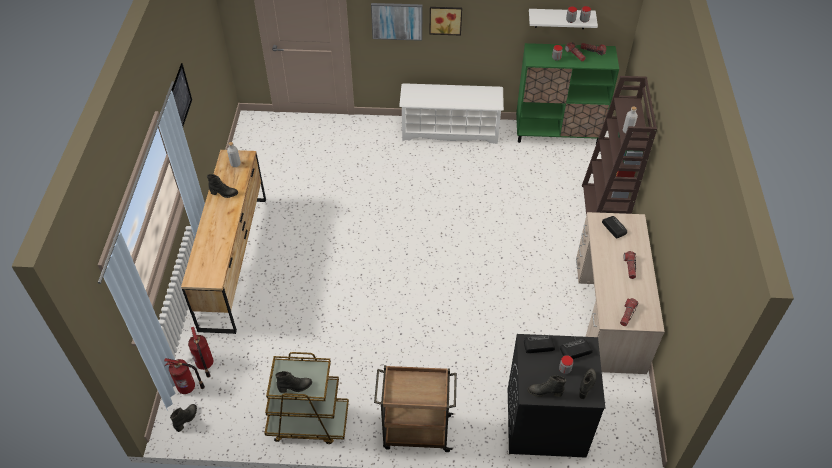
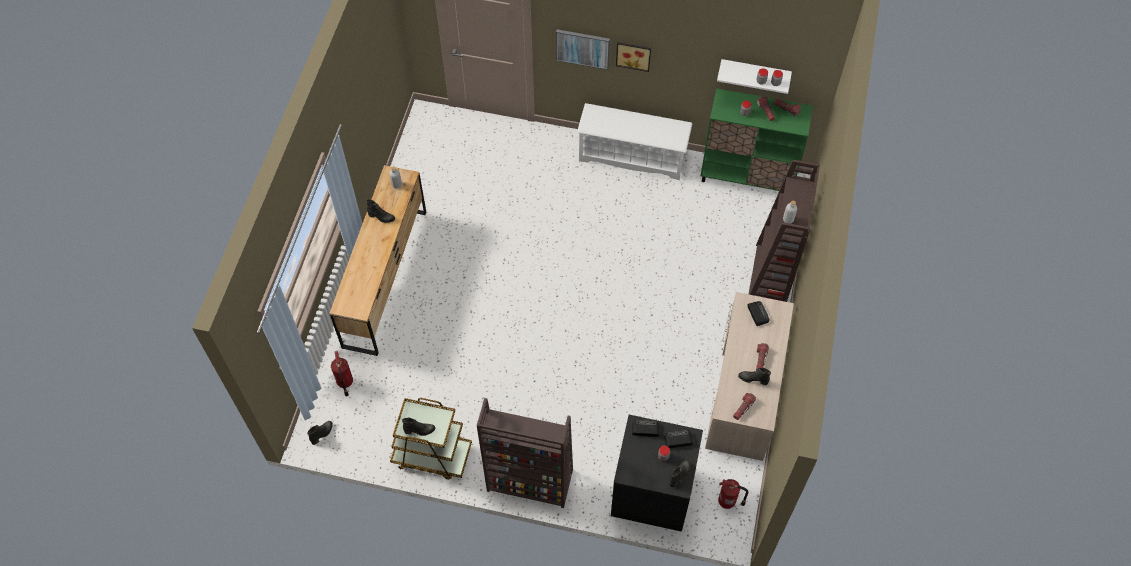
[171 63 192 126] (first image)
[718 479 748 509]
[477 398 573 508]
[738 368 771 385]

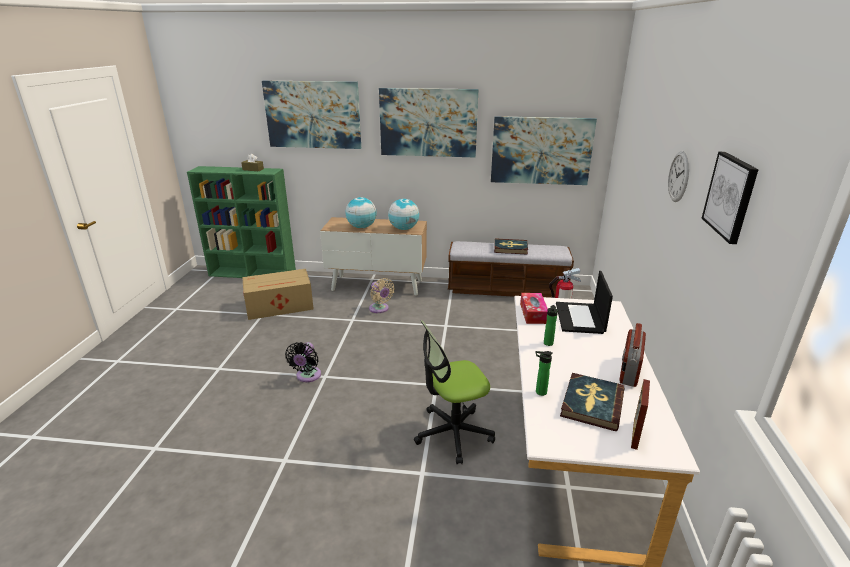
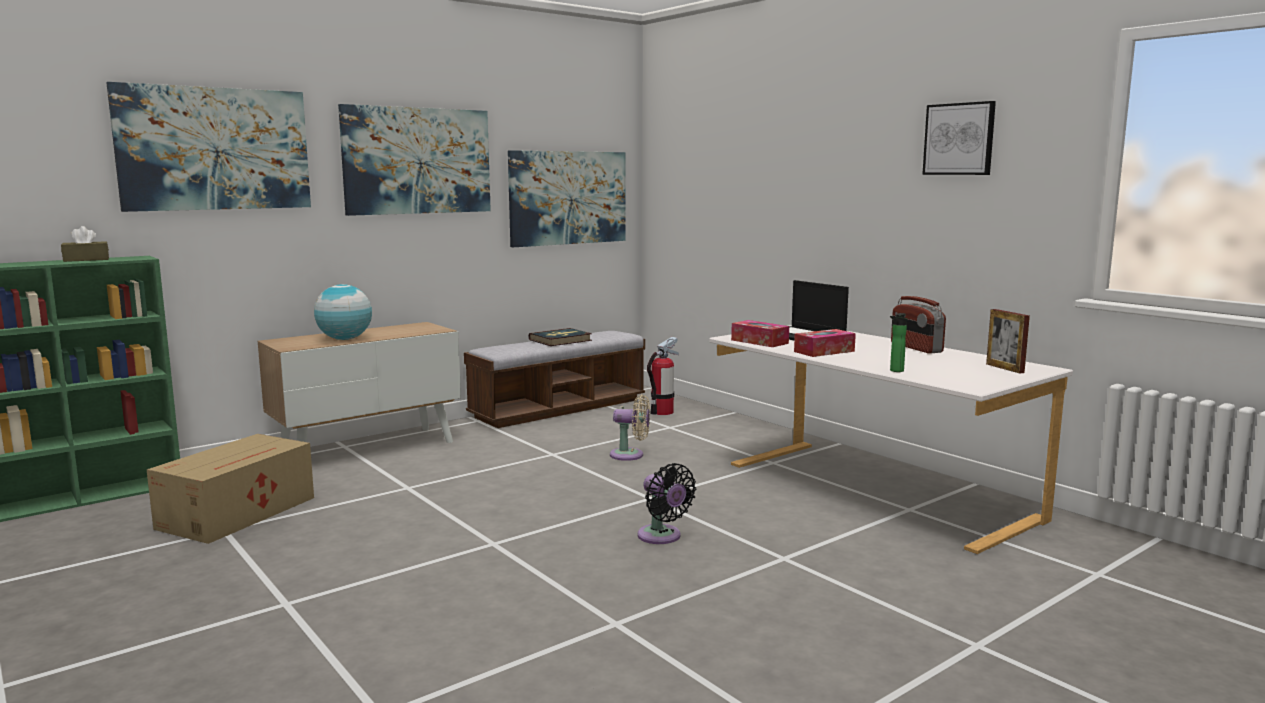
[668 151 689 202] (first image)
[388 199 419 230] (first image)
[610 394 650 461]
[794 329 856 357]
[414 320 495 464] (first image)
[638 463 696 544]
[560 373 624 431] (first image)

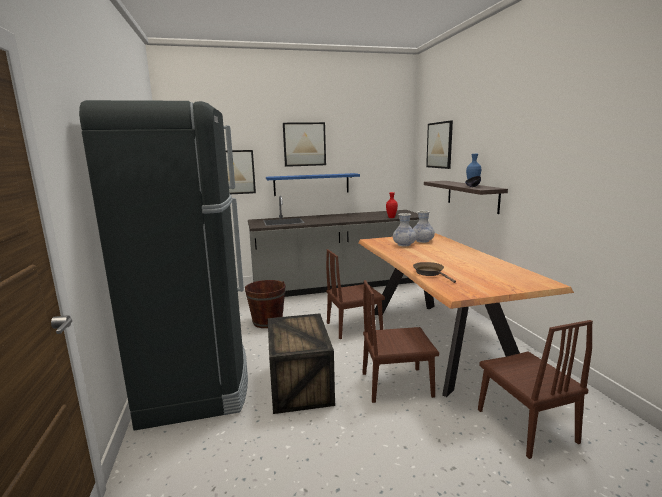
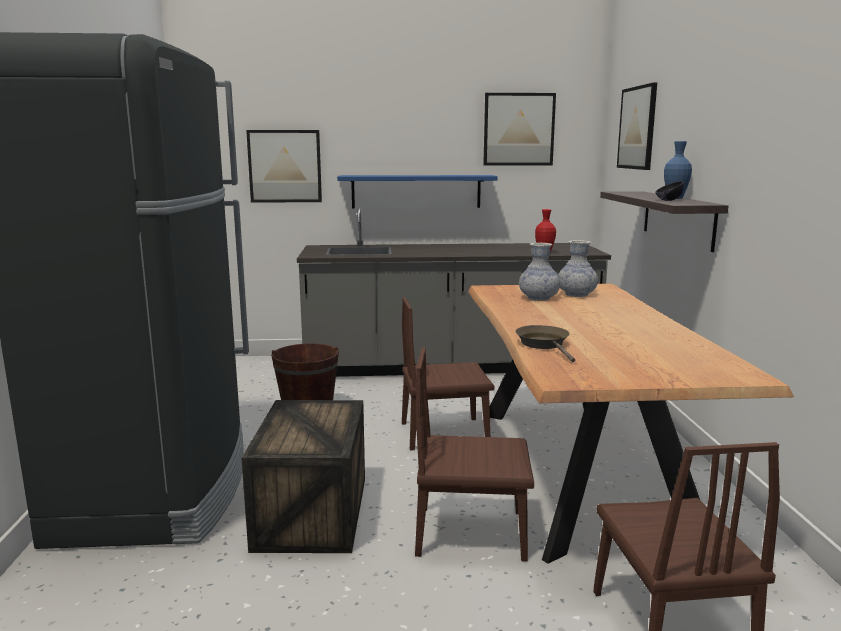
[483 93 556 166]

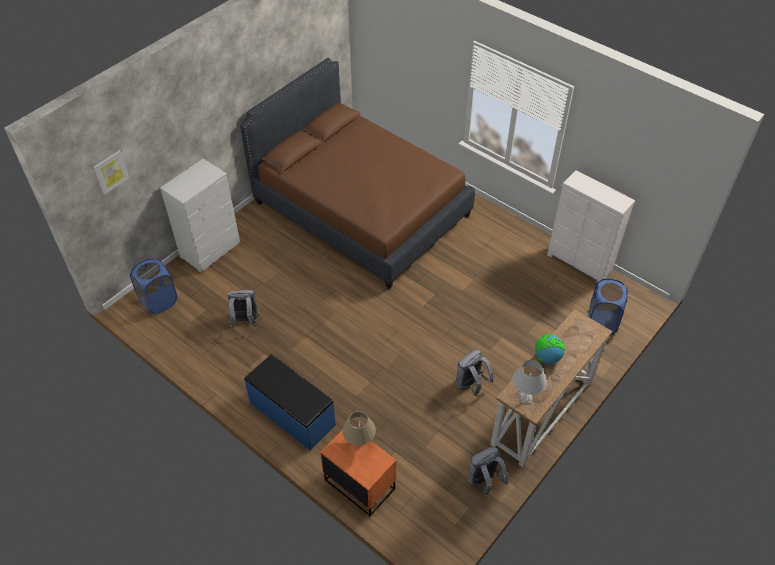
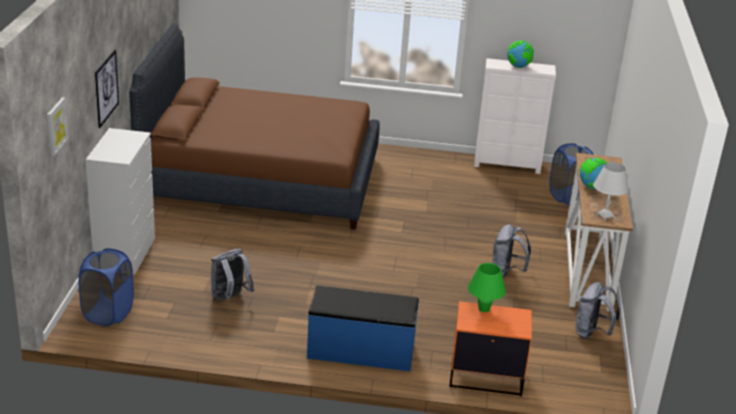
[468 263 506 312]
[507 41 534 68]
[95 49 119 128]

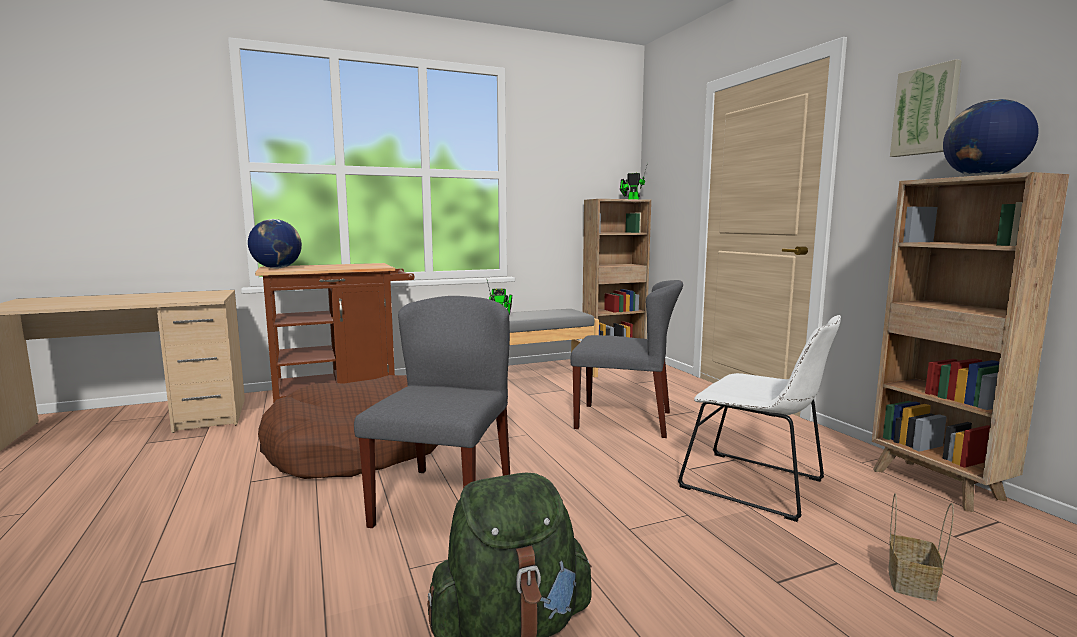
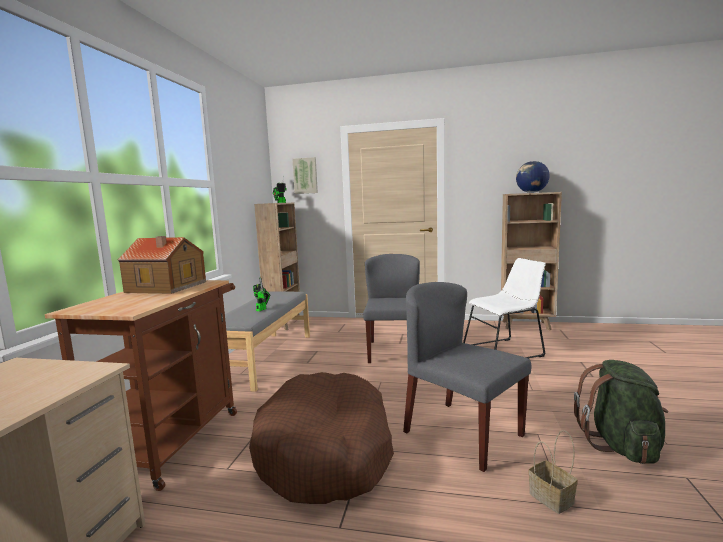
[292 157 318 194]
[248 219 302 269] (first image)
[363 254 420 363]
[528 430 578 514]
[118 236 206 294]

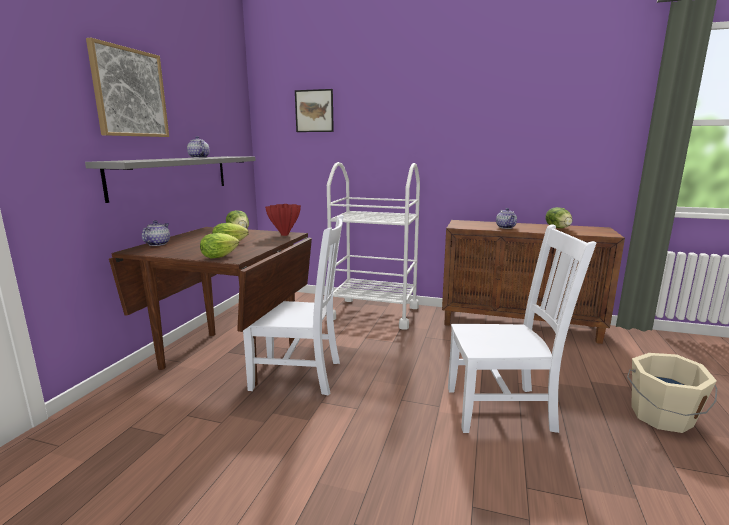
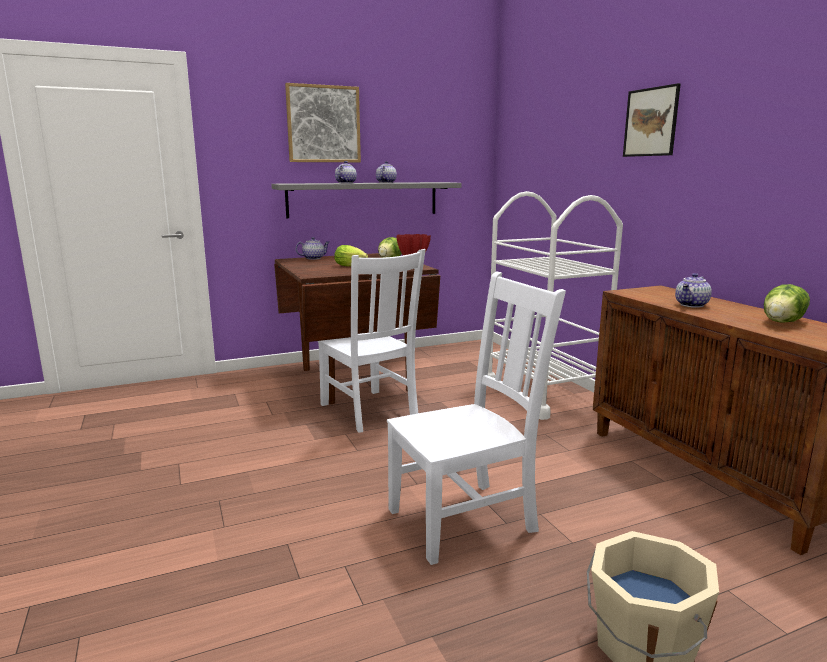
[623 83 681 157]
[387 271 566 565]
[200 233 239 258] (first image)
[335 161 357 183]

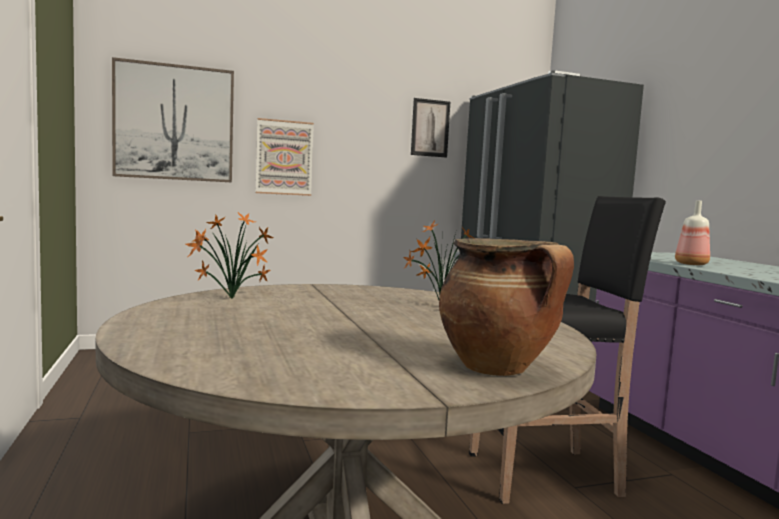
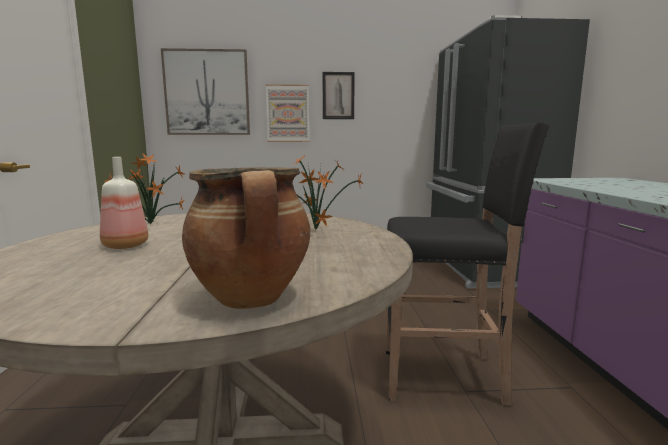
[323 72 355 119]
[100 157 148 249]

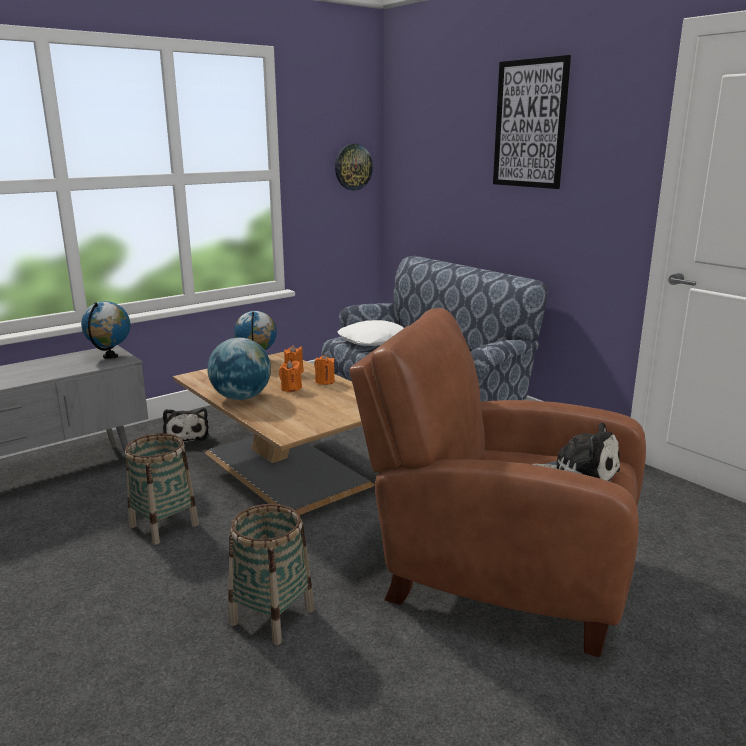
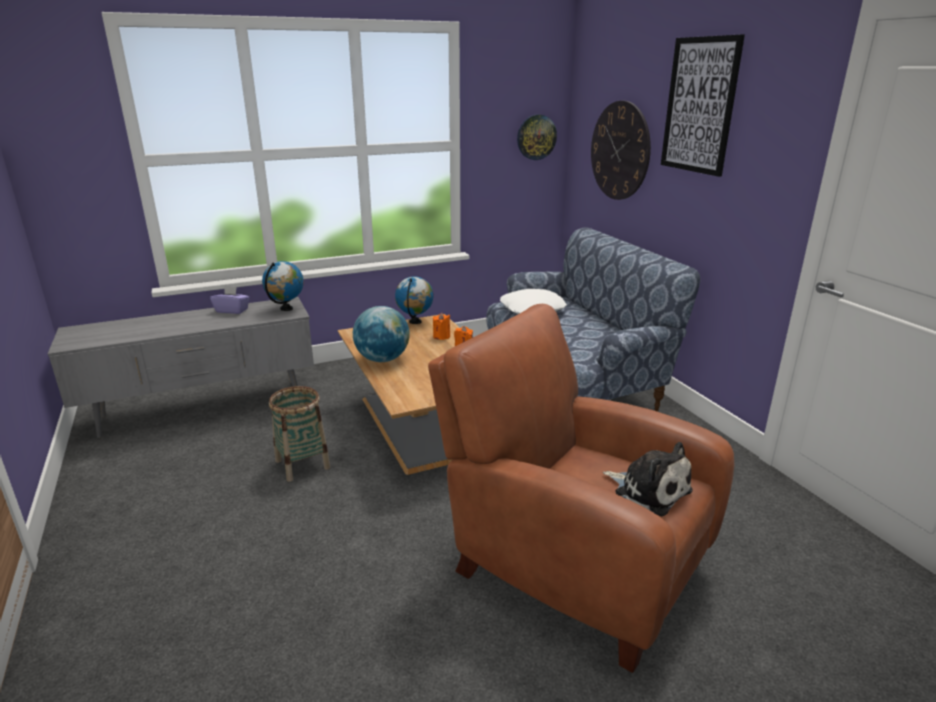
[279 360 302 392] (first image)
[163 408 209 442] (first image)
[228 504 314 645] (first image)
[591 101 651 200]
[210 285 250 314]

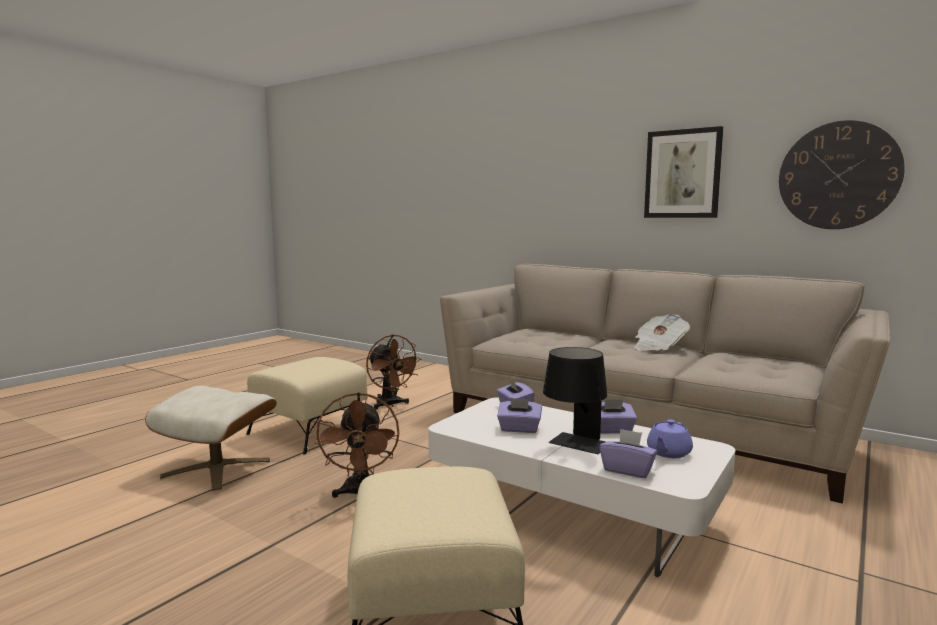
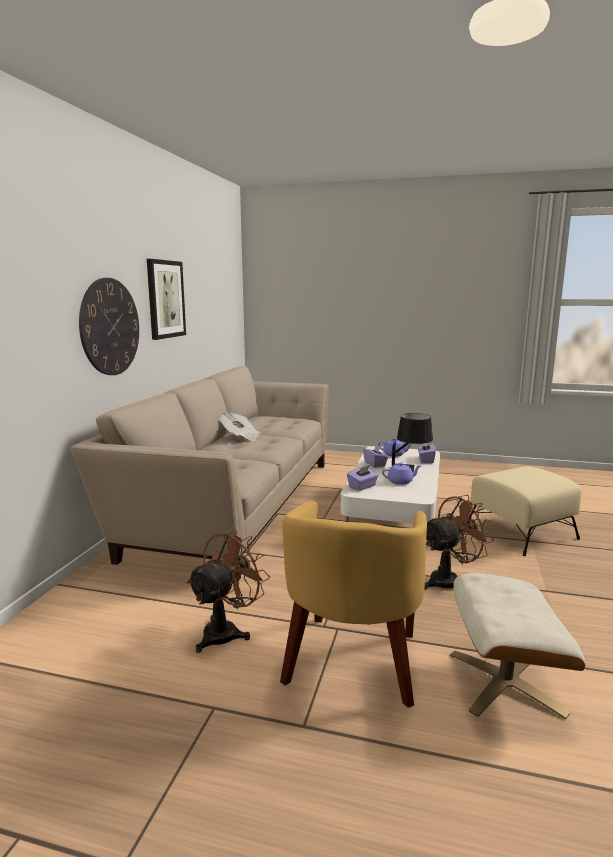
[79 278 139 375]
[280 500 427 708]
[382 462 421 485]

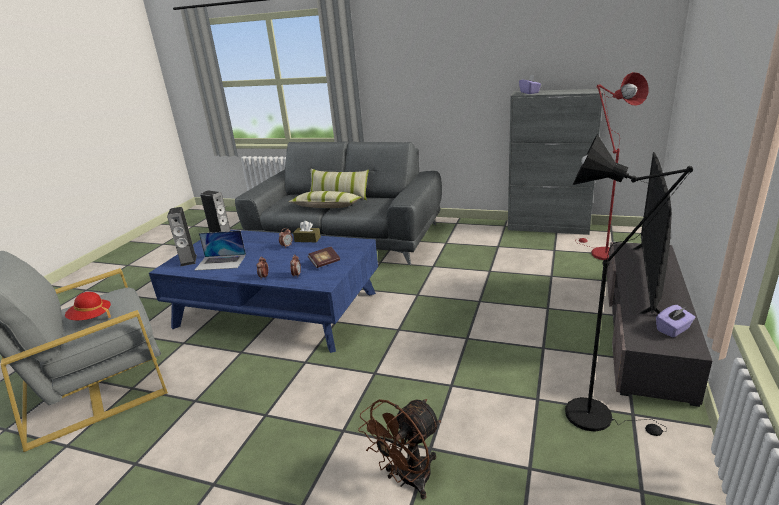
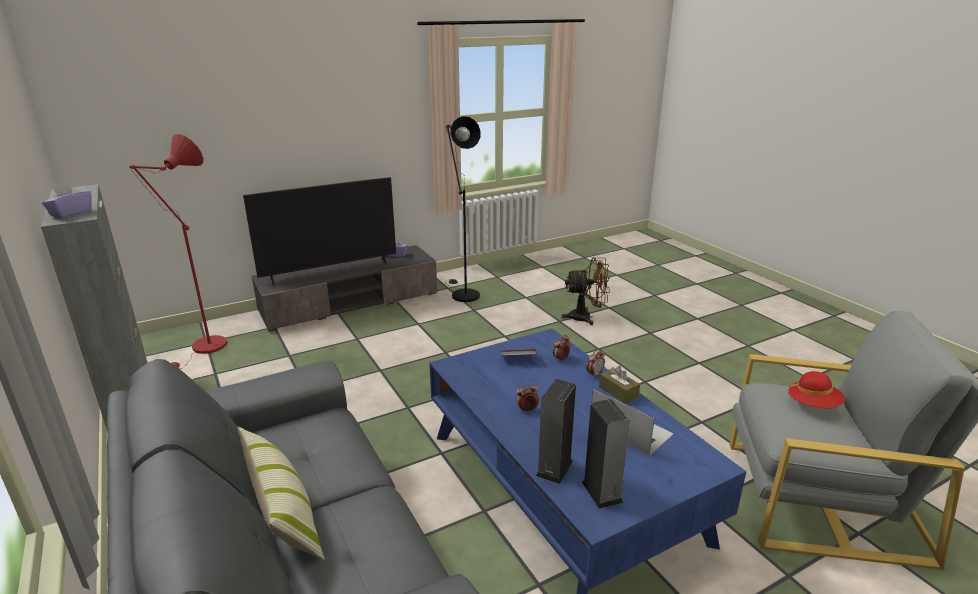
[289 191 362 208] (first image)
[536 379 576 484]
[599 366 640 404]

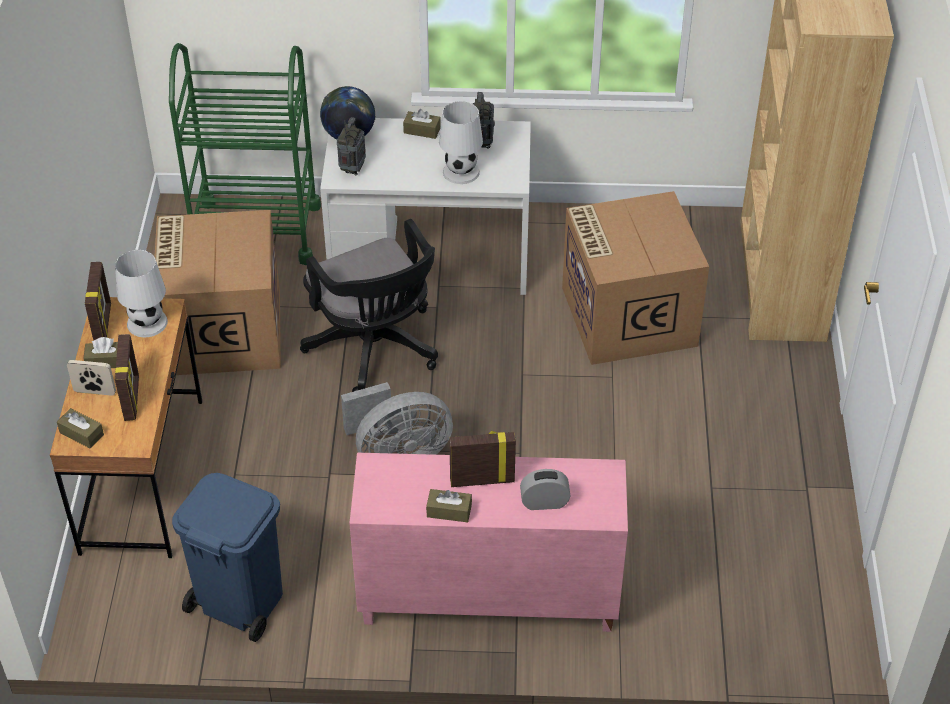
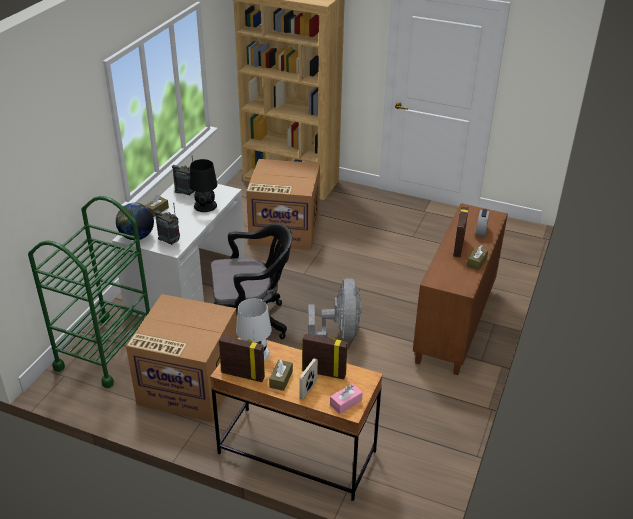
[190 159 217 212]
[330 383 363 414]
[413 203 508 375]
[172 473 283 642] (first image)

